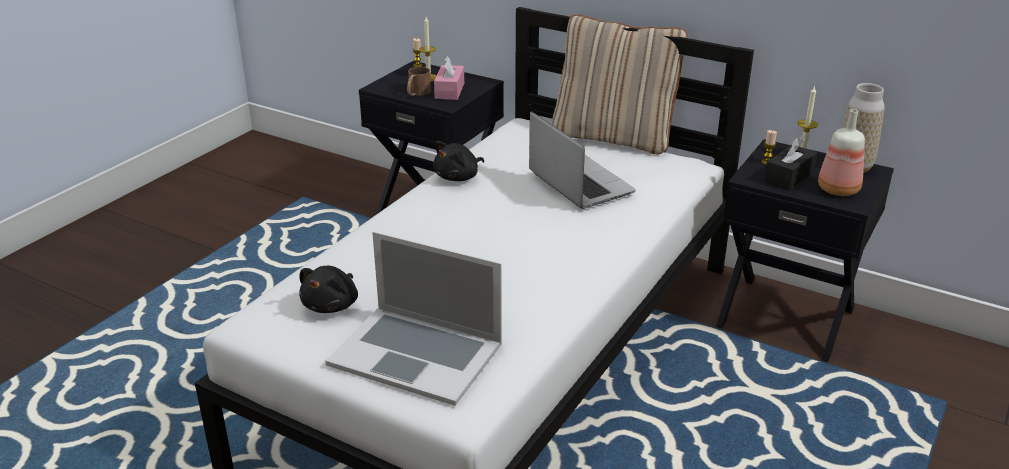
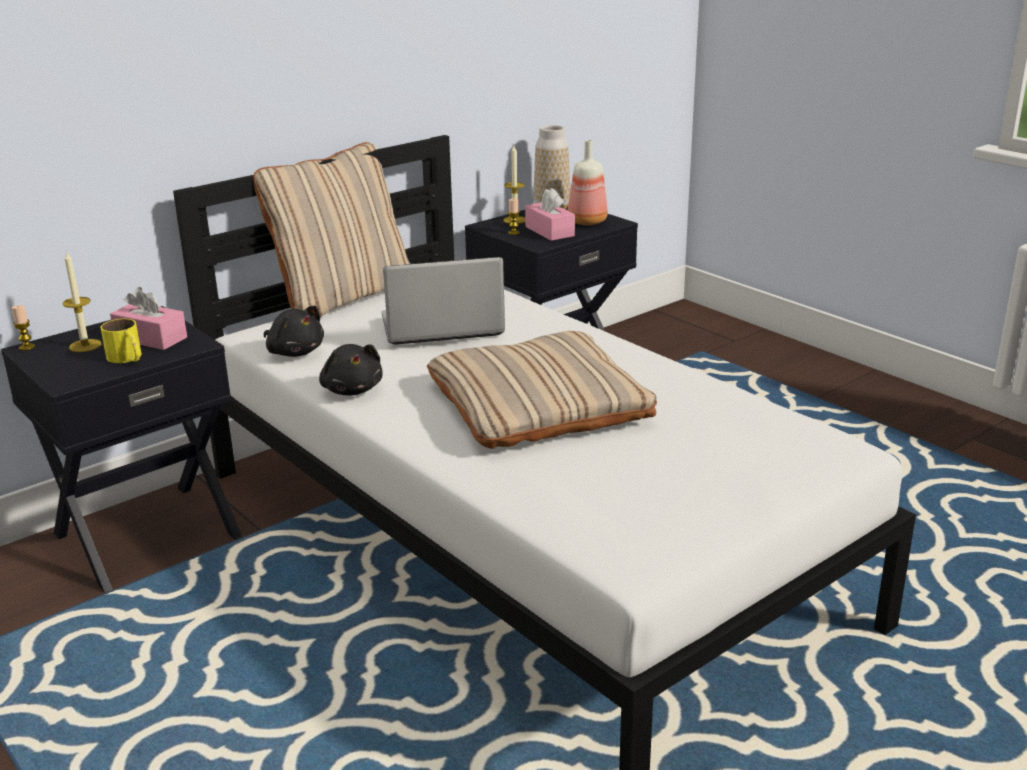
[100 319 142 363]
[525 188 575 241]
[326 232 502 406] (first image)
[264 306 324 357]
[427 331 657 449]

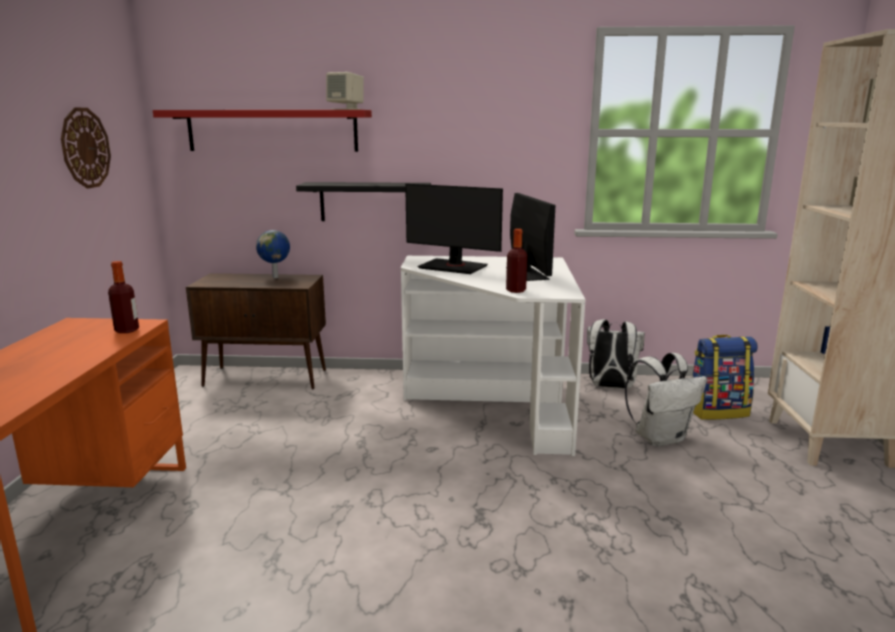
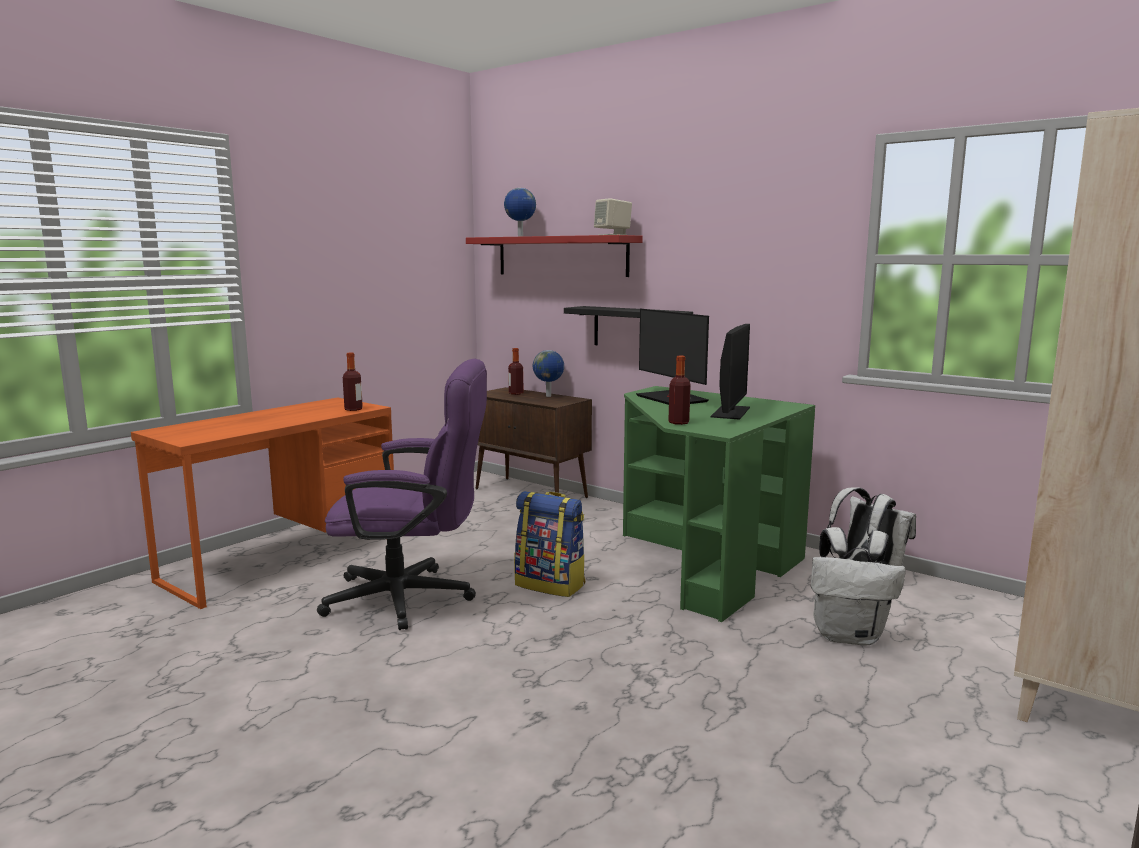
[61 108 111 189] (first image)
[623 386 815 622]
[514 491 585 597]
[504 188 536 237]
[508 348 523 395]
[317 359 487 630]

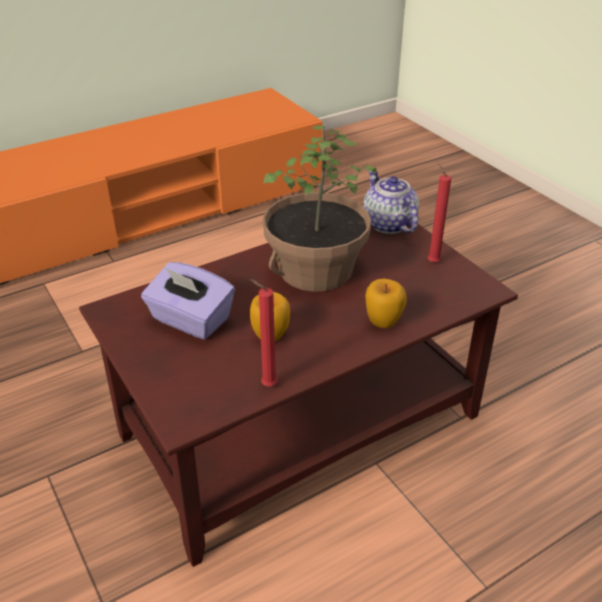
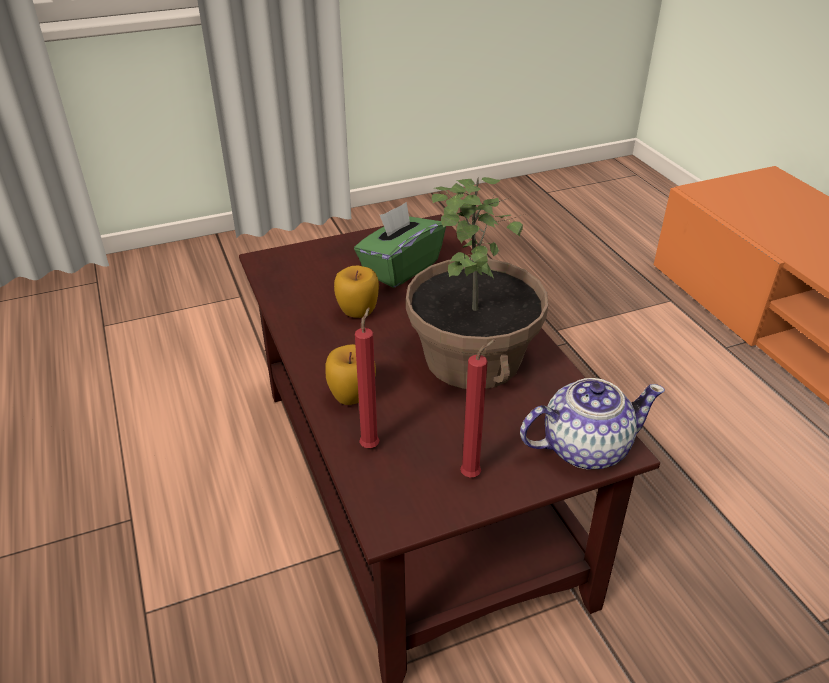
[354 202 446 288]
[355 308 379 448]

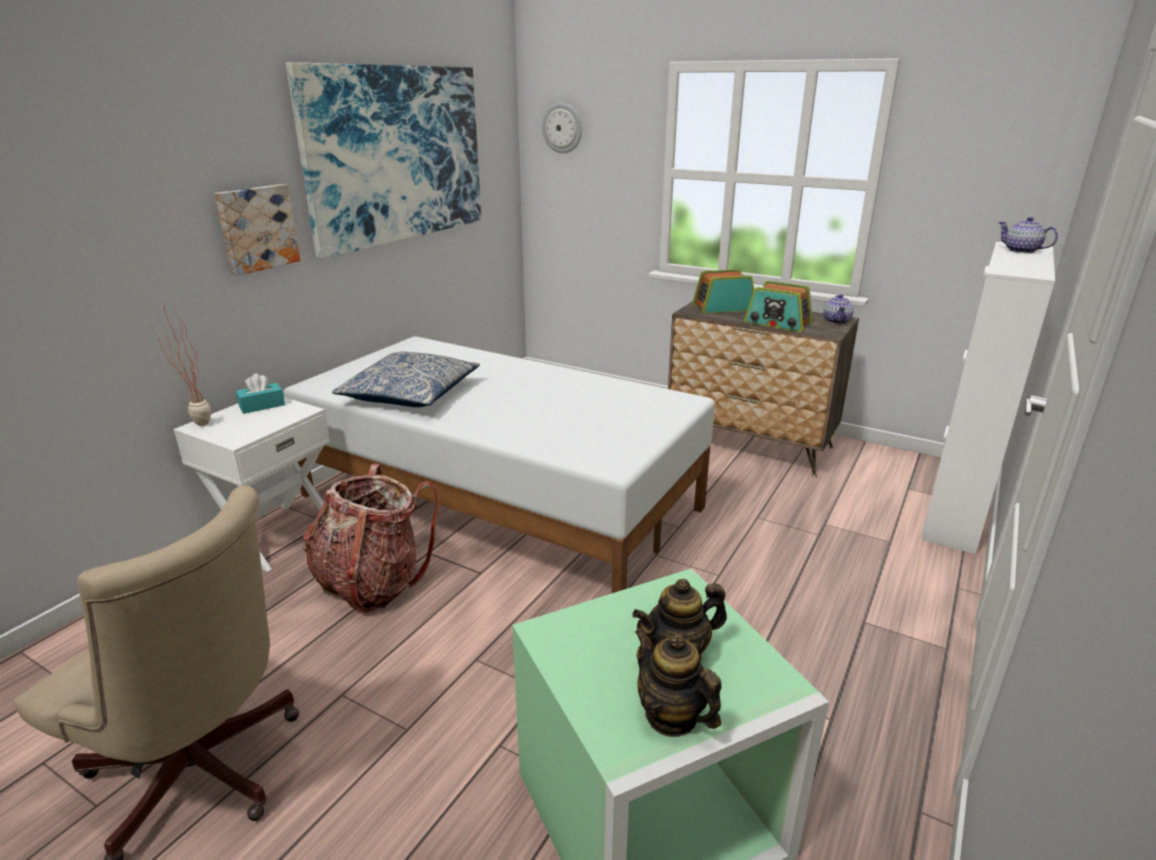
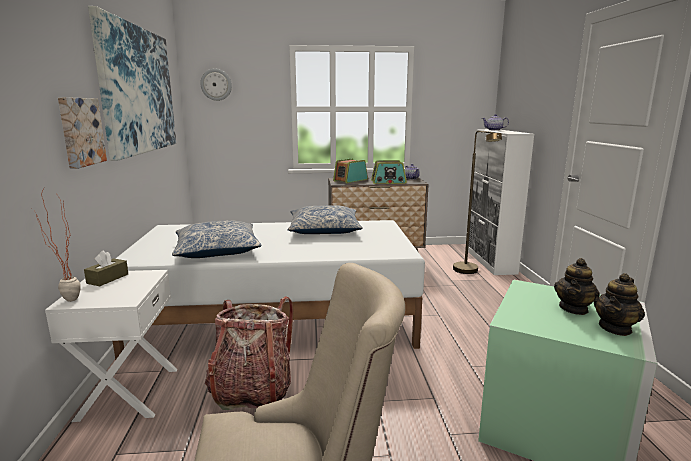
[84 250 128 286]
[594 273 645 336]
[453 131 502 274]
[288 205 363 234]

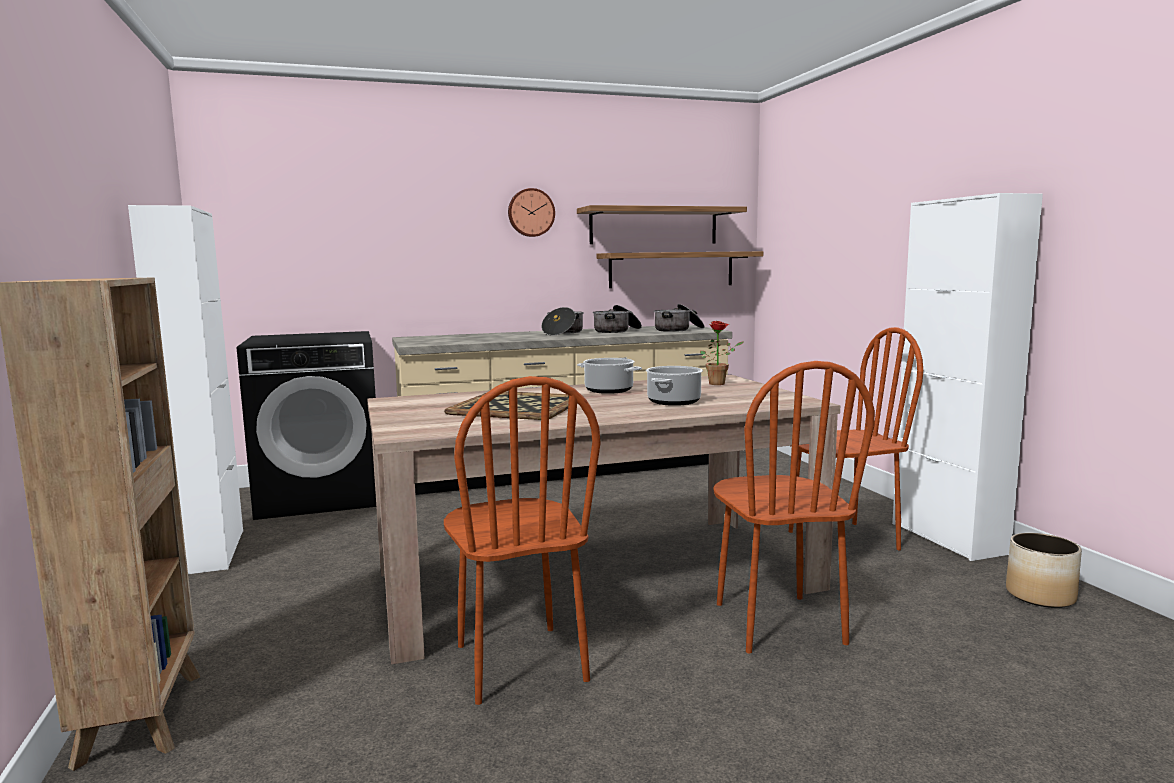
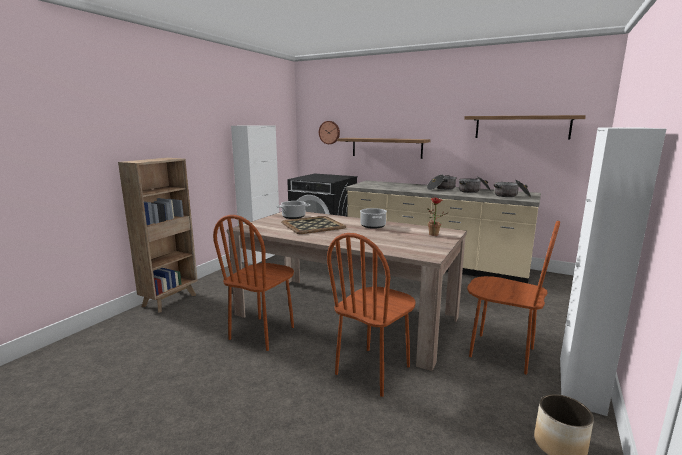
[319 121 340 144]
[337 138 431 159]
[276 201 311 219]

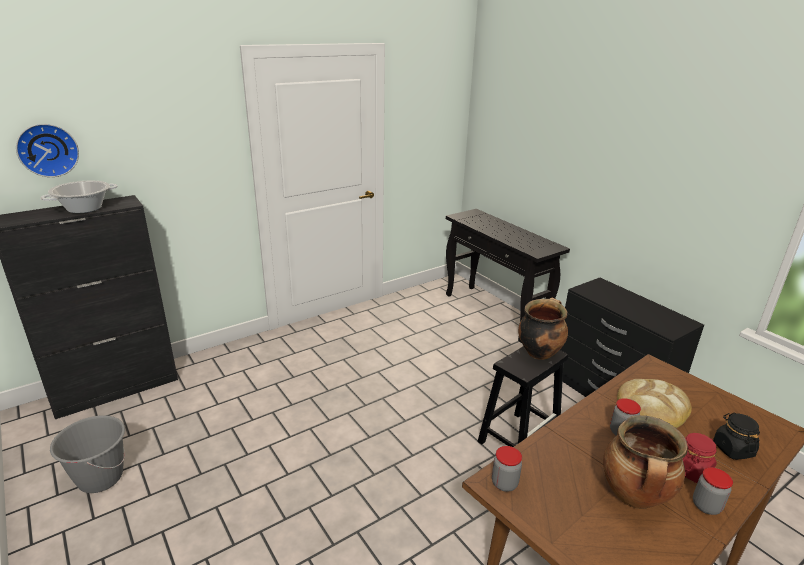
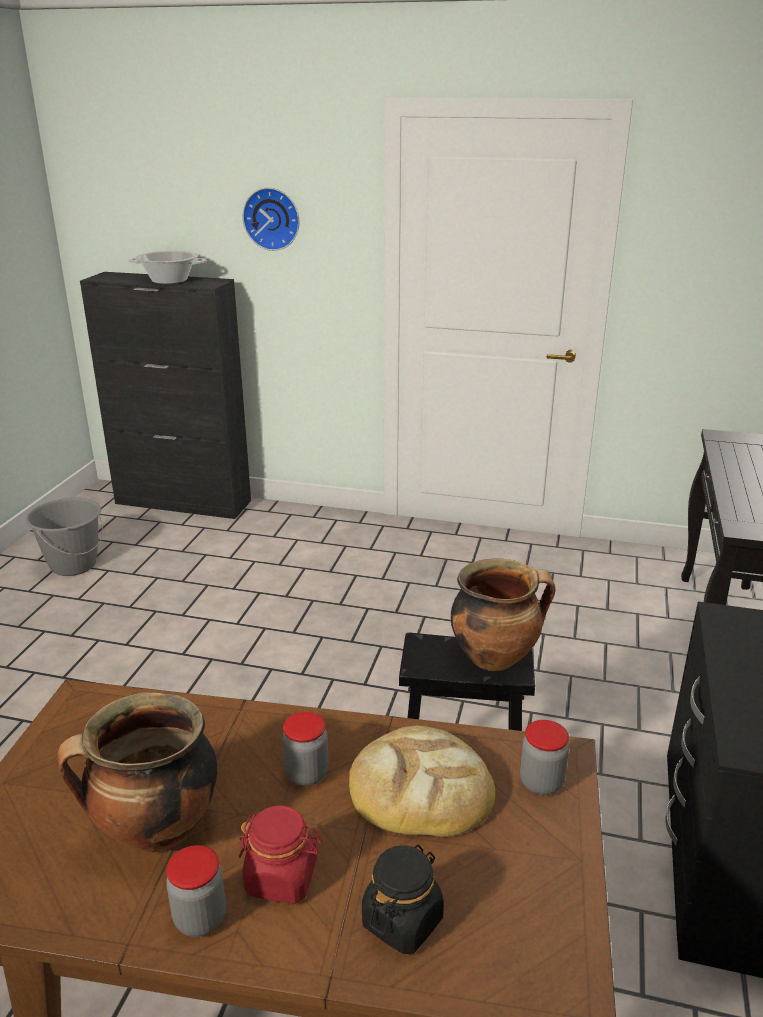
[243 187 299 251]
[520 720 569 795]

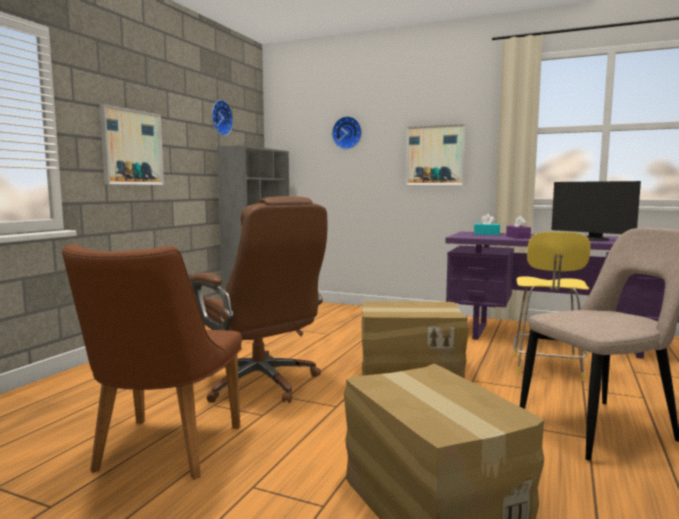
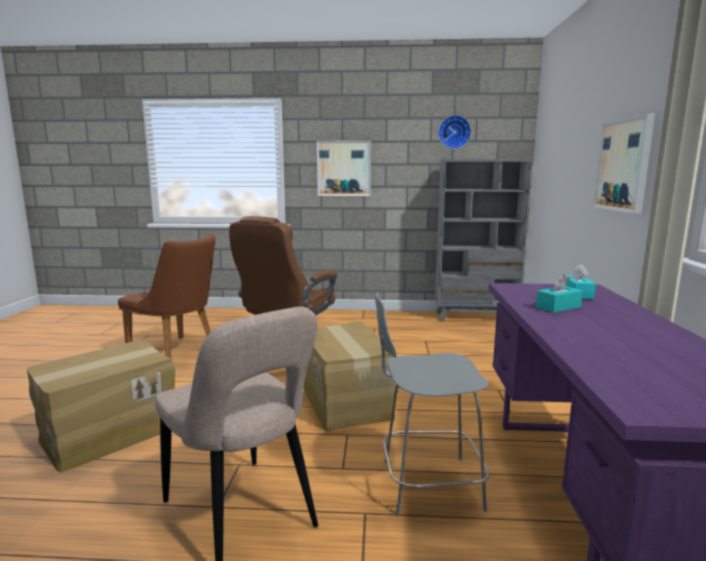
[332 116 362 149] (first image)
[551 181 641 241] (first image)
[536 274 583 313]
[375 292 490 516]
[118 235 216 358]

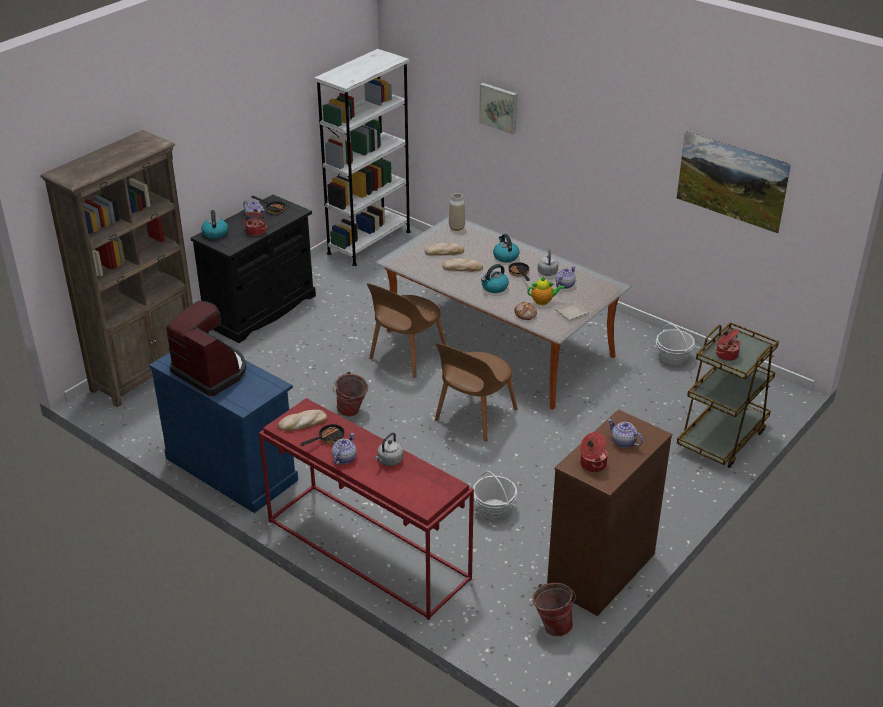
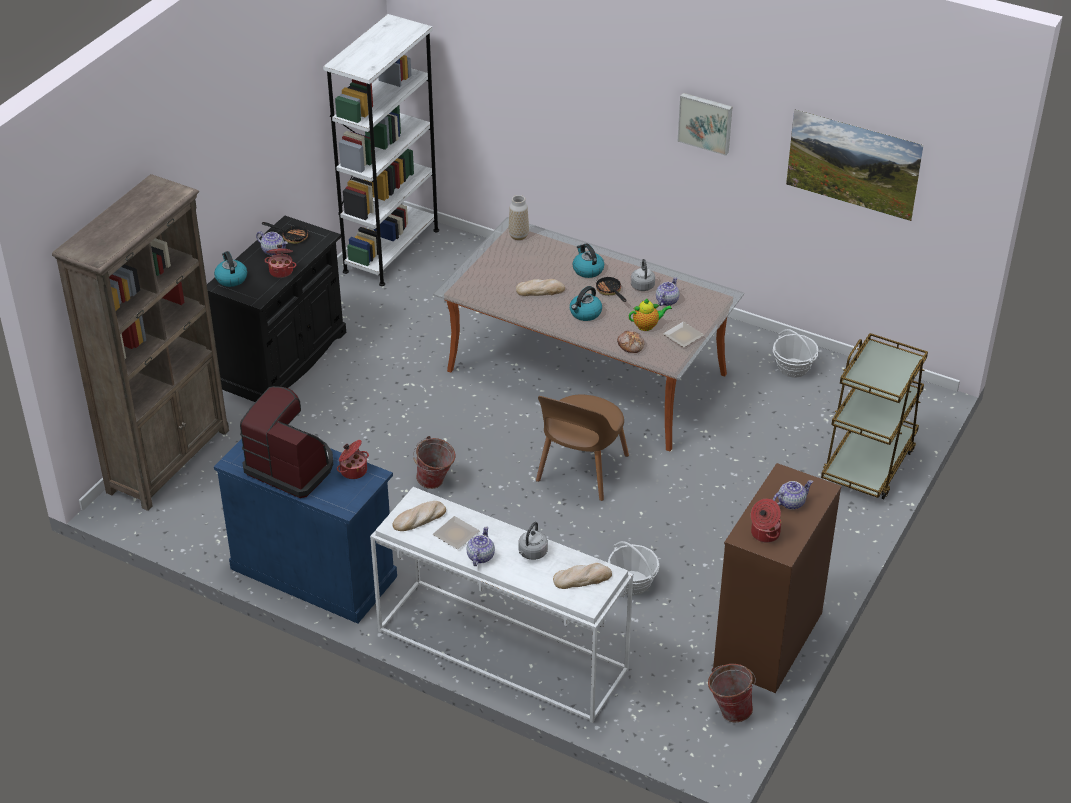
[677 93 732 156]
[553 563 612 589]
[367 283 447 378] (first image)
[337 440 369 479]
[370 487 633 723]
[773 480 813 510]
[432 516 480 550]

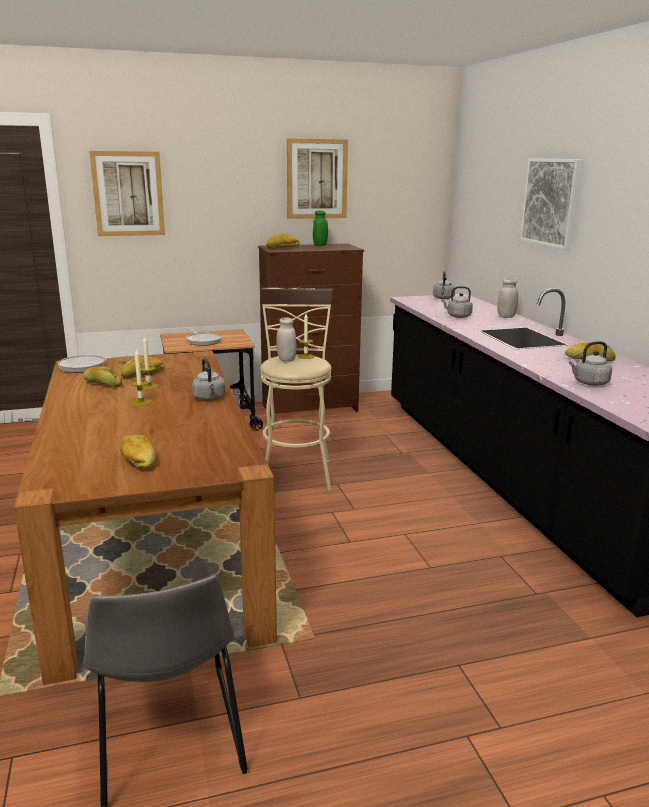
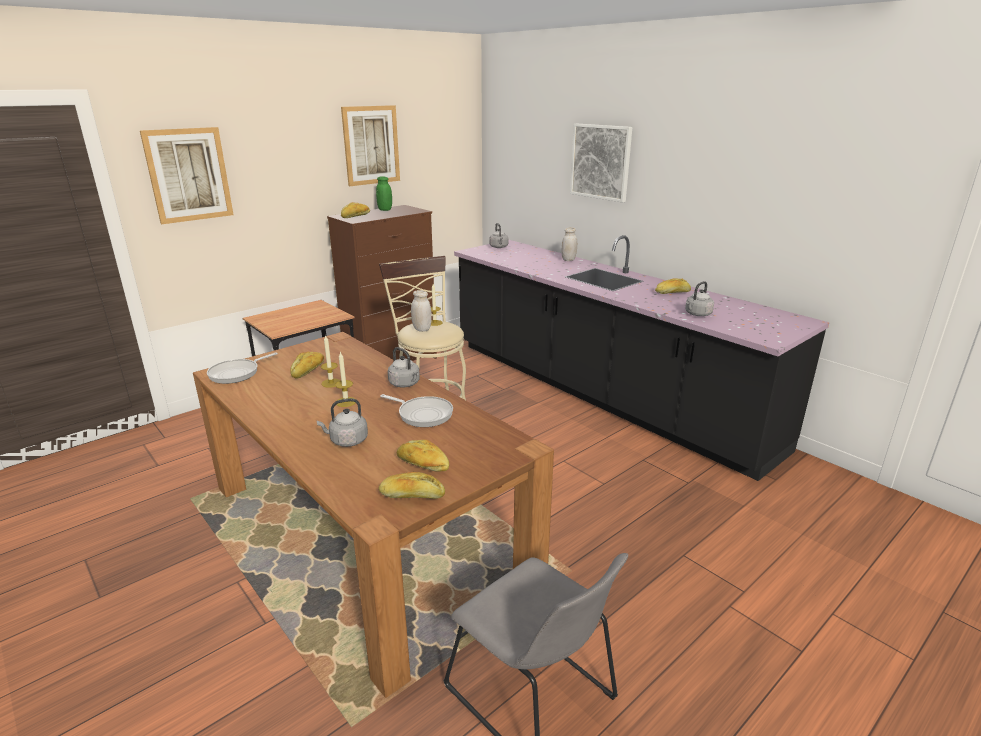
[317 398 368 447]
[380 394 453 427]
[379 472 445 499]

